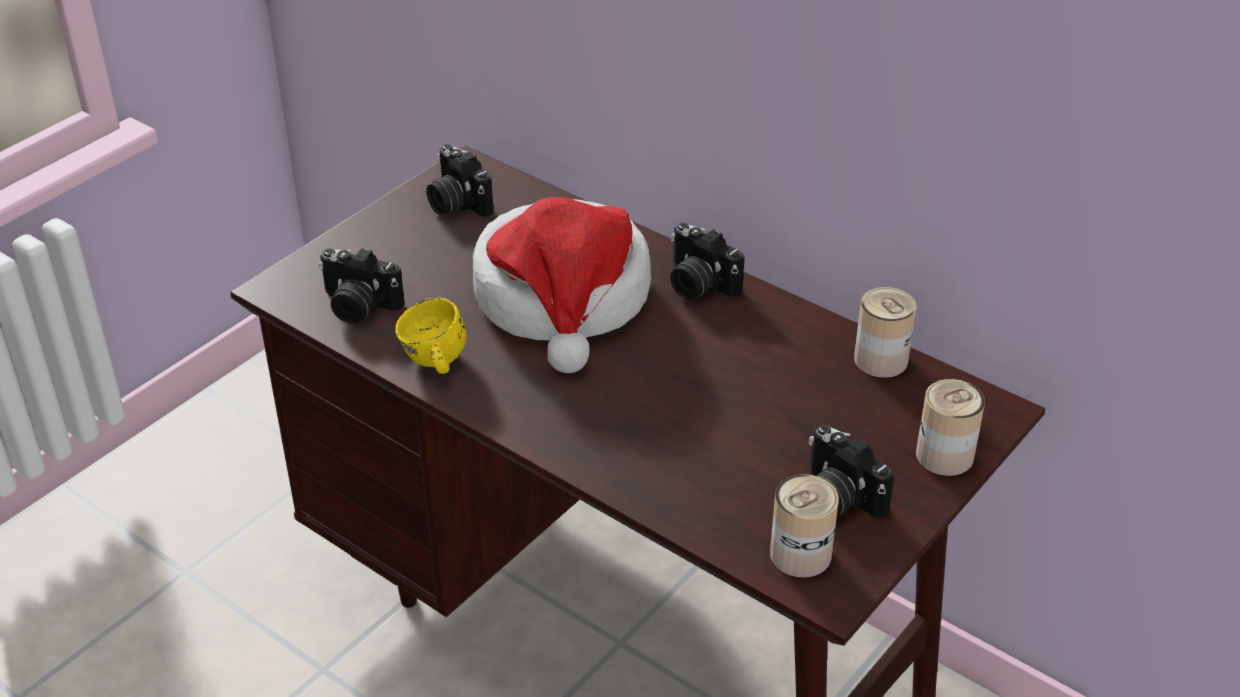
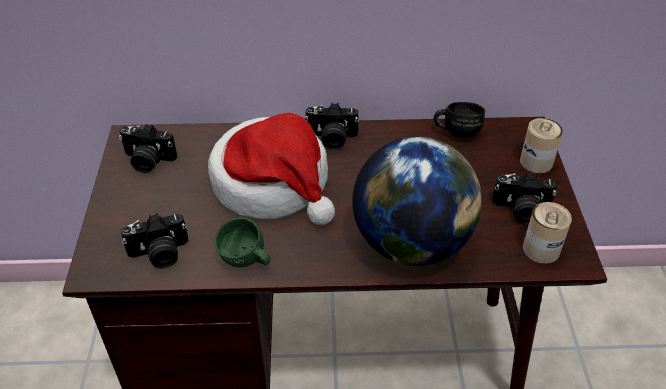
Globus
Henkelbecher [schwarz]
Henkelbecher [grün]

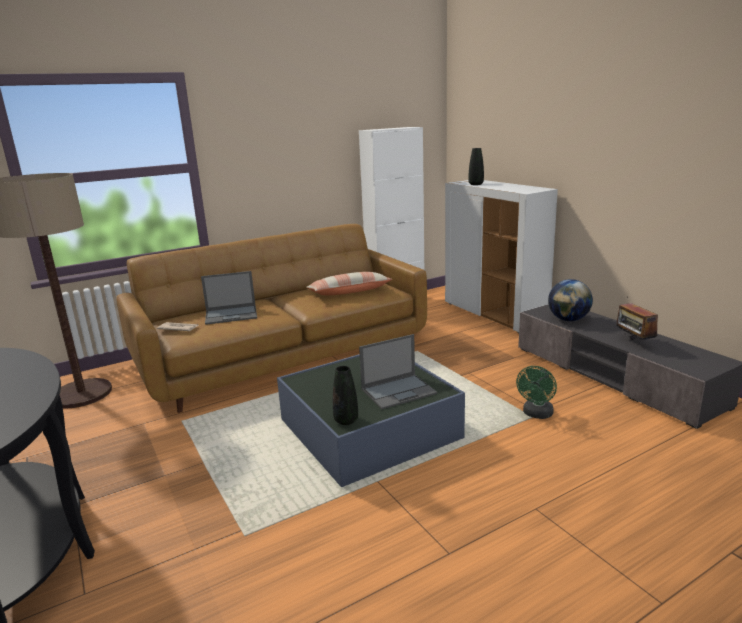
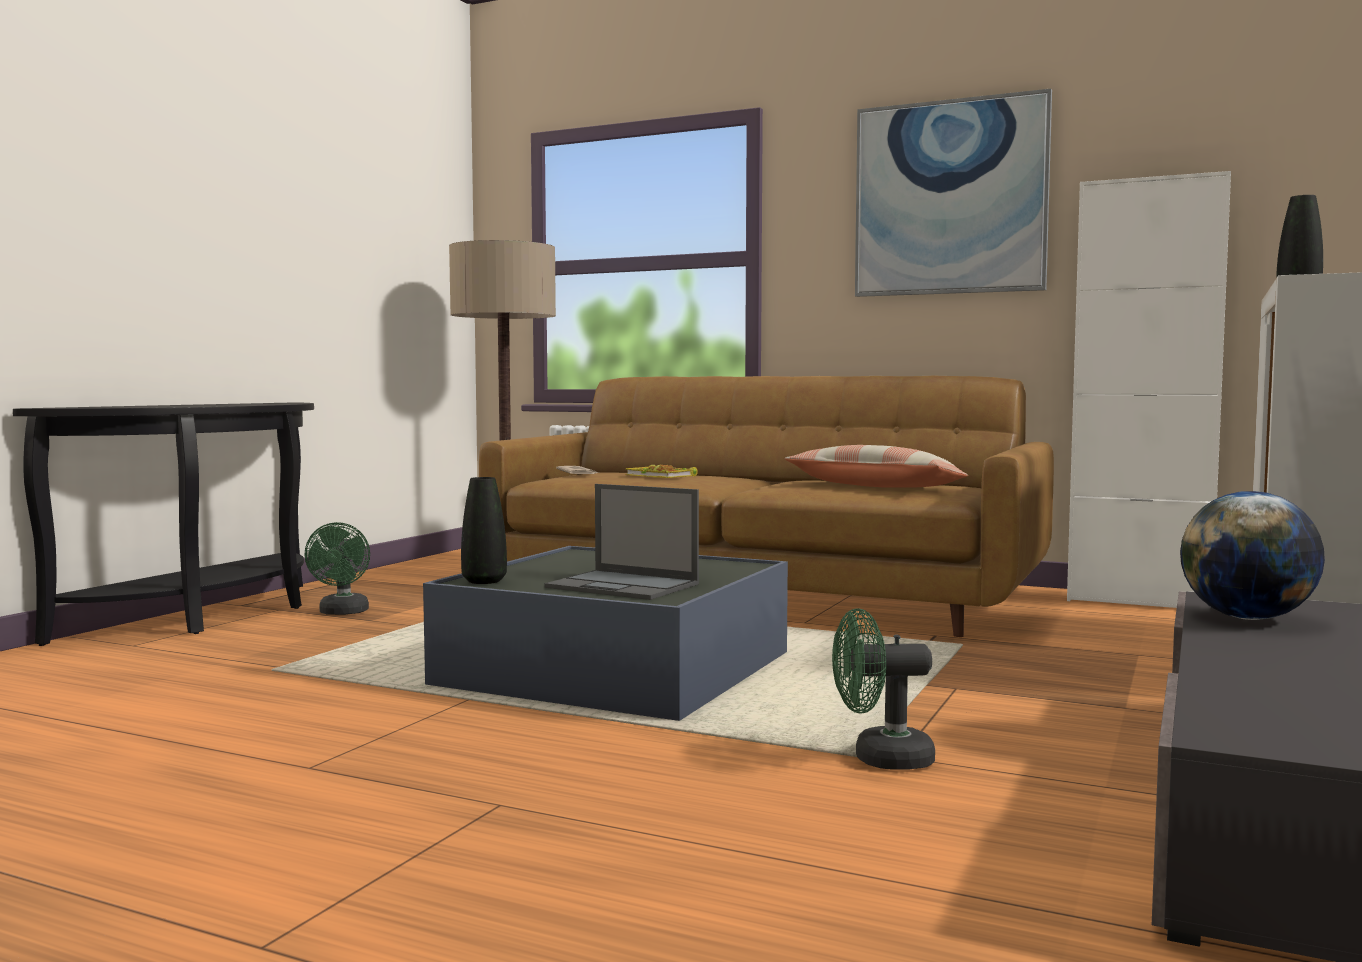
Radio
Ventilator [grün] (1st from left)
Bild
Buch

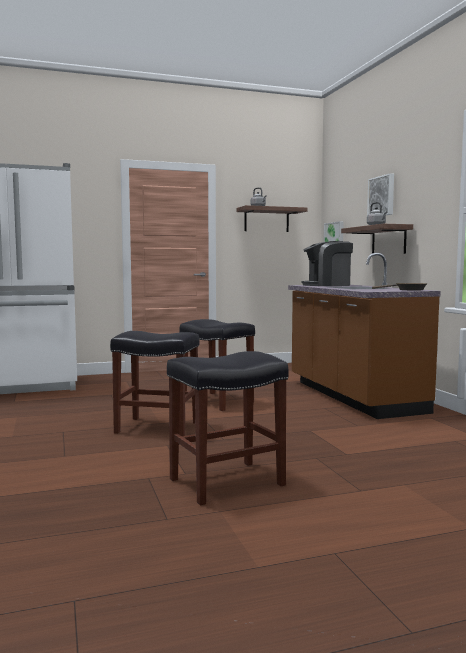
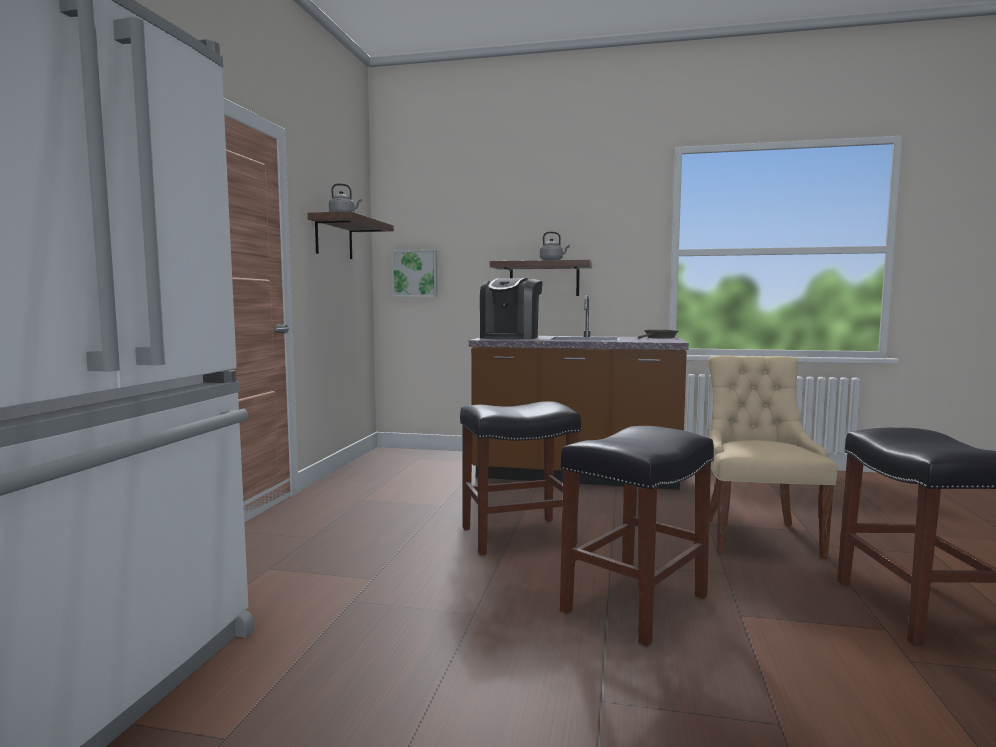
Bild (2nd from left in the first image)
Stuhl [beige]

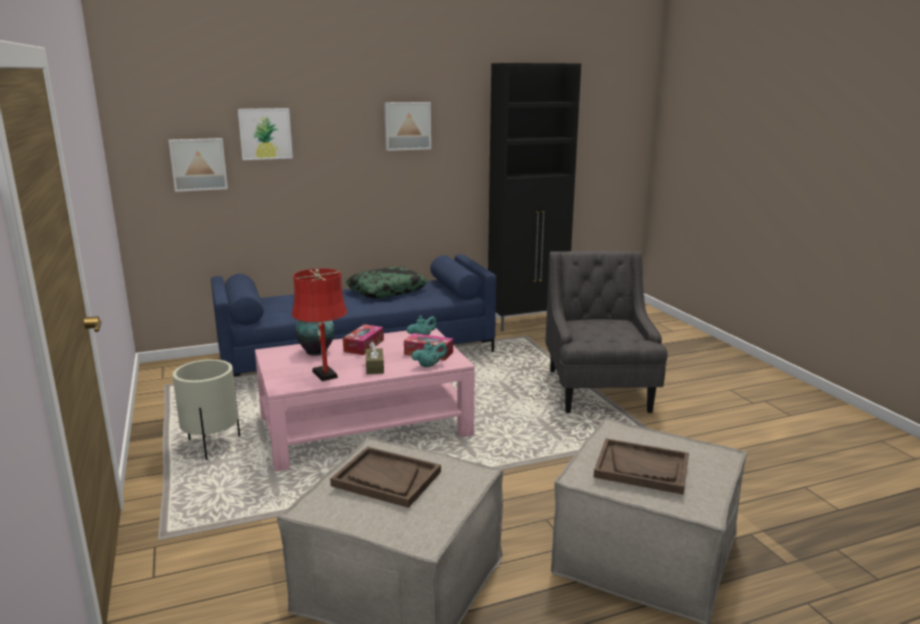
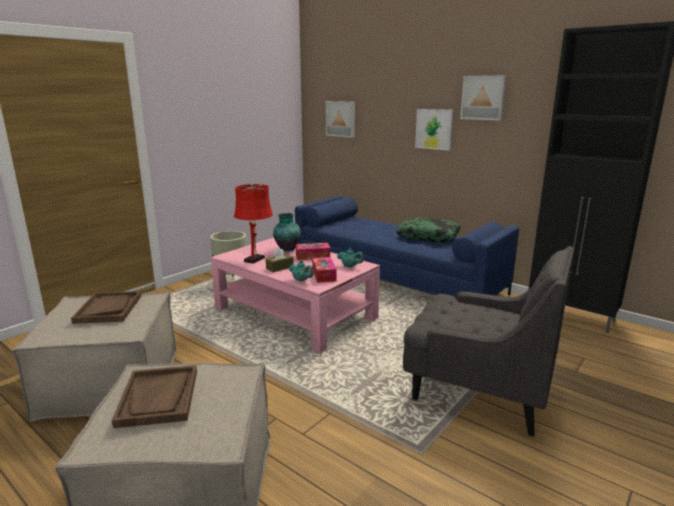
Bild (2nd from left)
Sessel [grau]

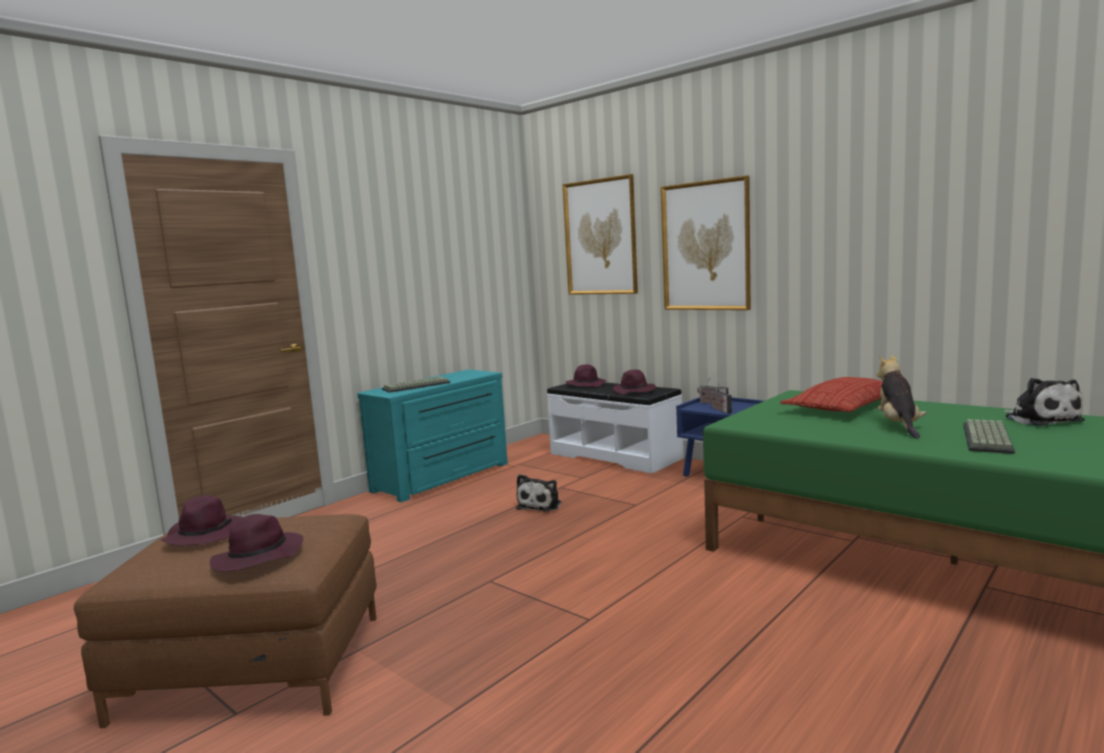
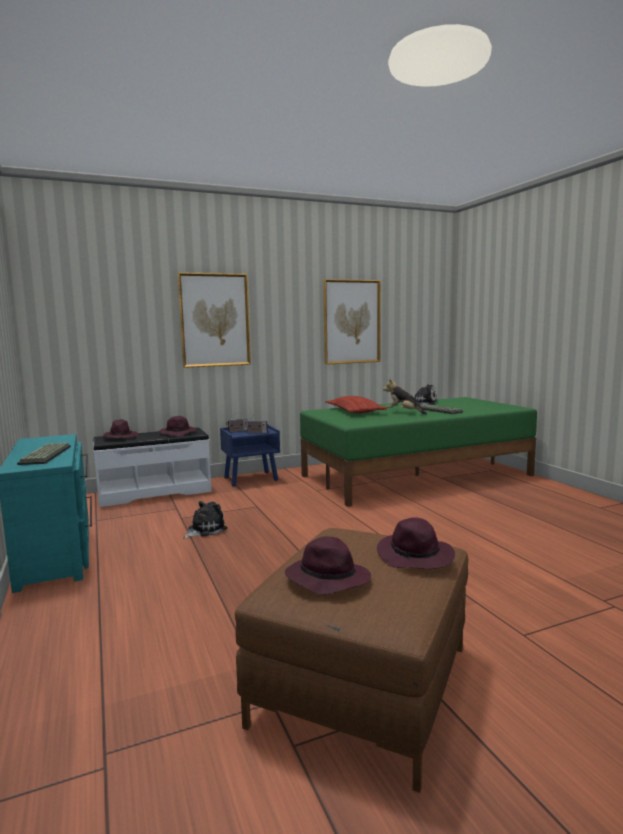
Bild (2nd from left)
Plüschtier (1st from left)

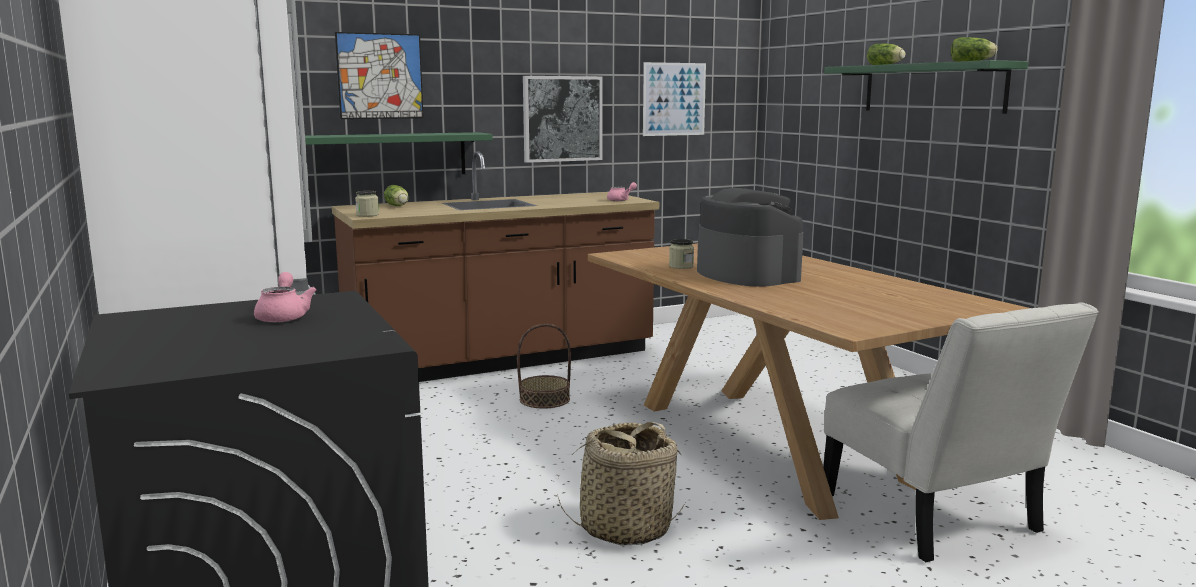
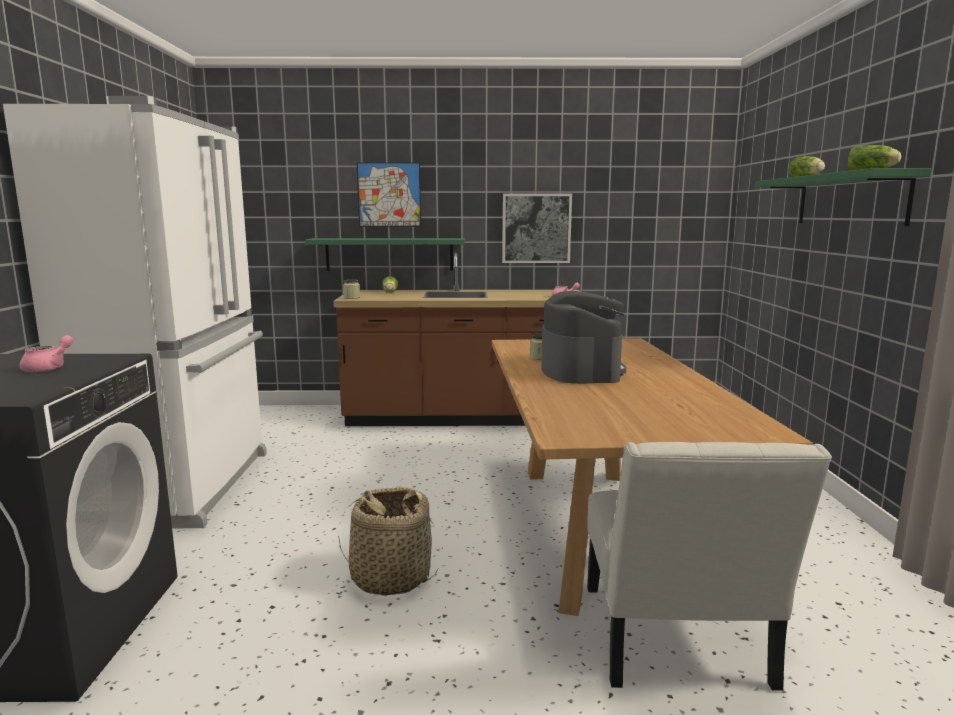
Korb (1st from left in the first image)
Bild (3rd from left in the first image)

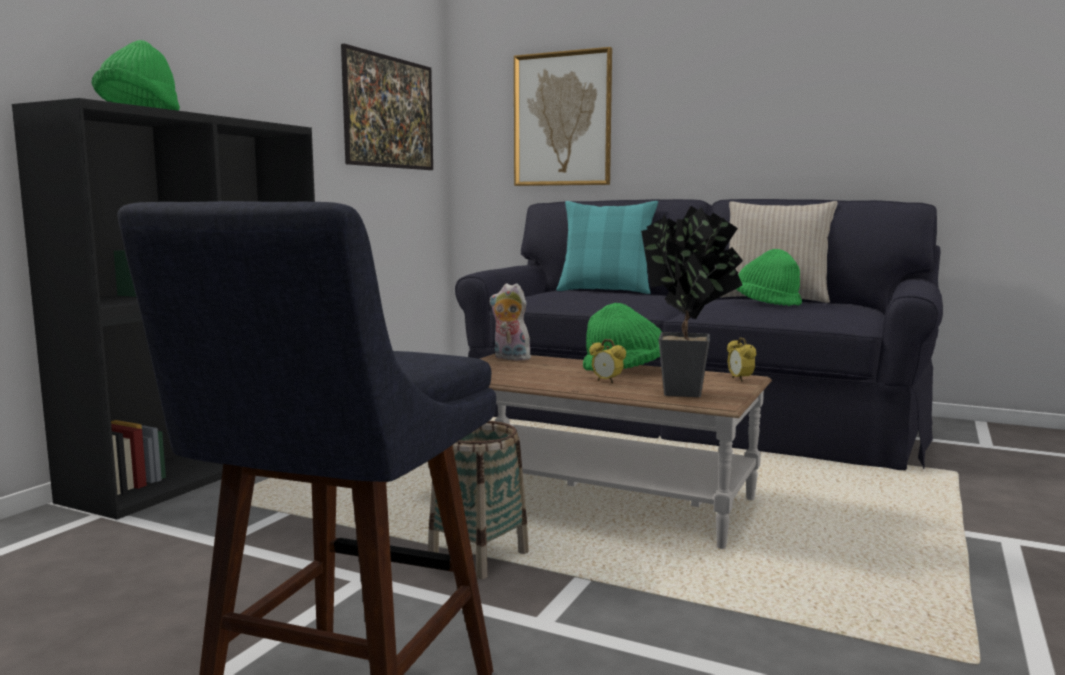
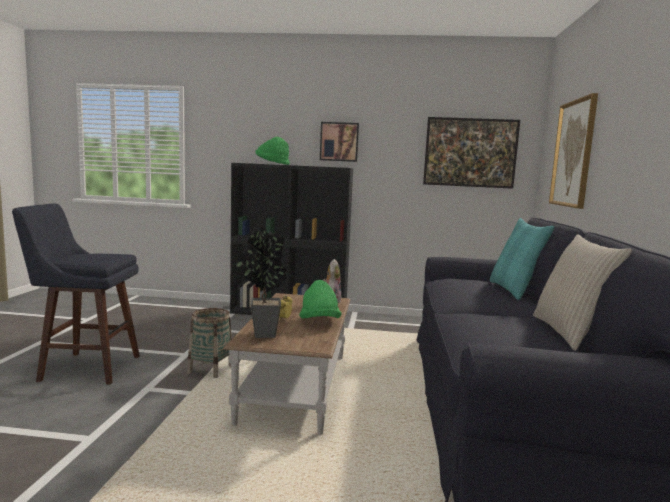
Wecker (2nd from left in the first image)
Hut [grün] (3rd from left in the first image)
Bild (1st from left)

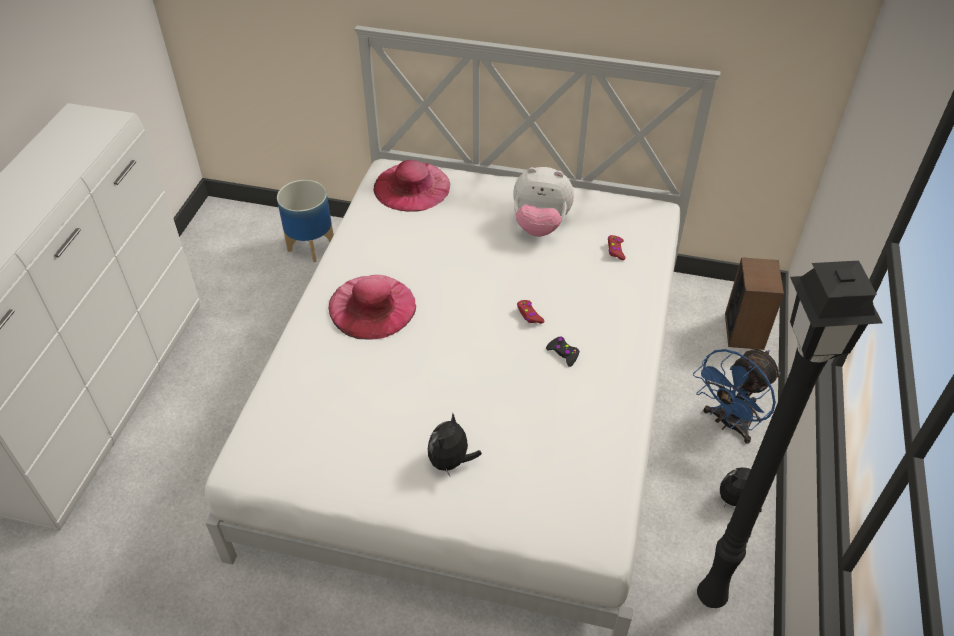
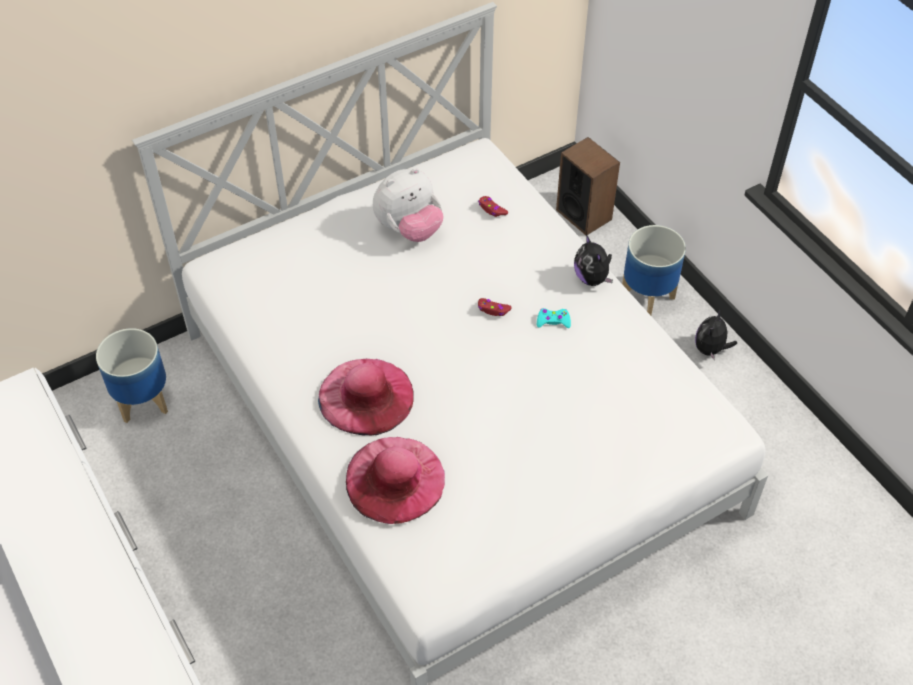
Stehlampe [schwarz]
Hut [rosa] (2nd from left)
Plüschtier (2nd from left)
Pflanzkübel (2nd from left)
Gamepad [türkis]

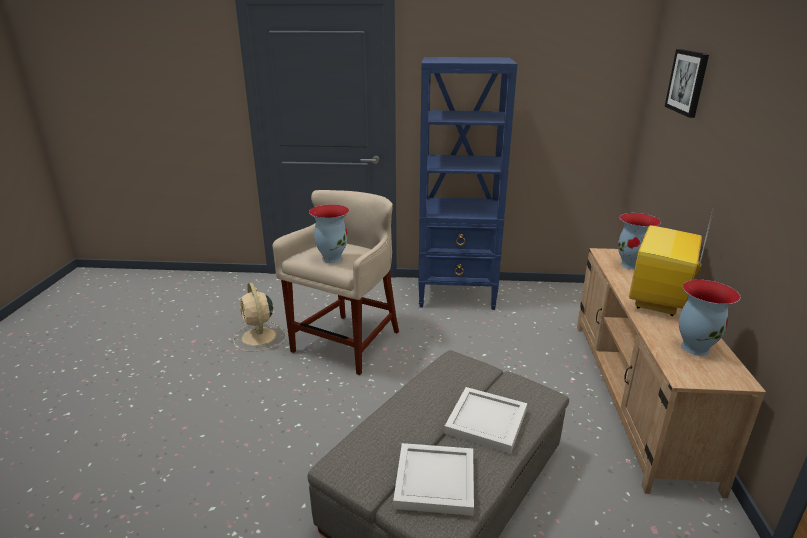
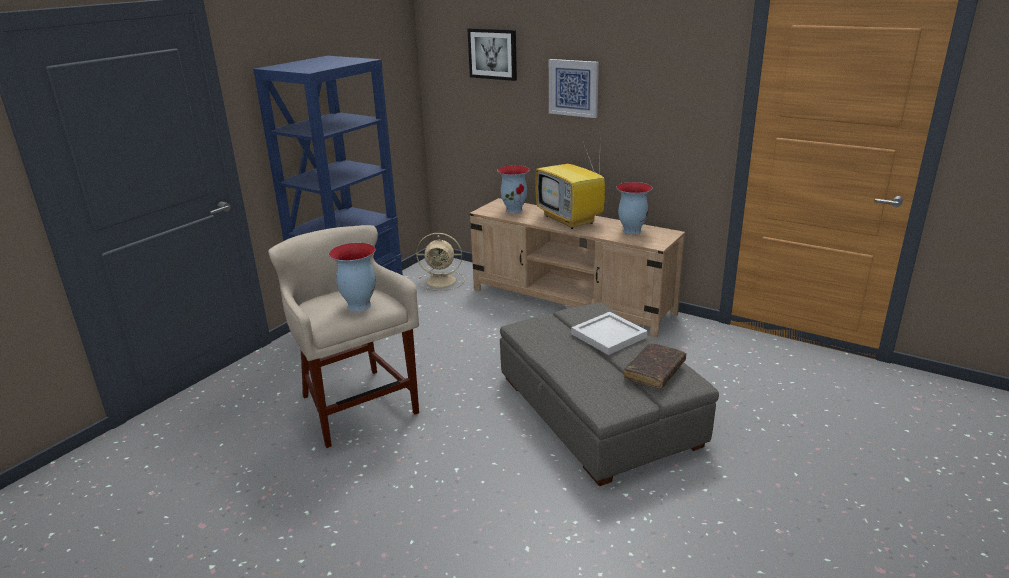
Bild (2nd from left)
Ventilator [beige]
Buch [braun]

